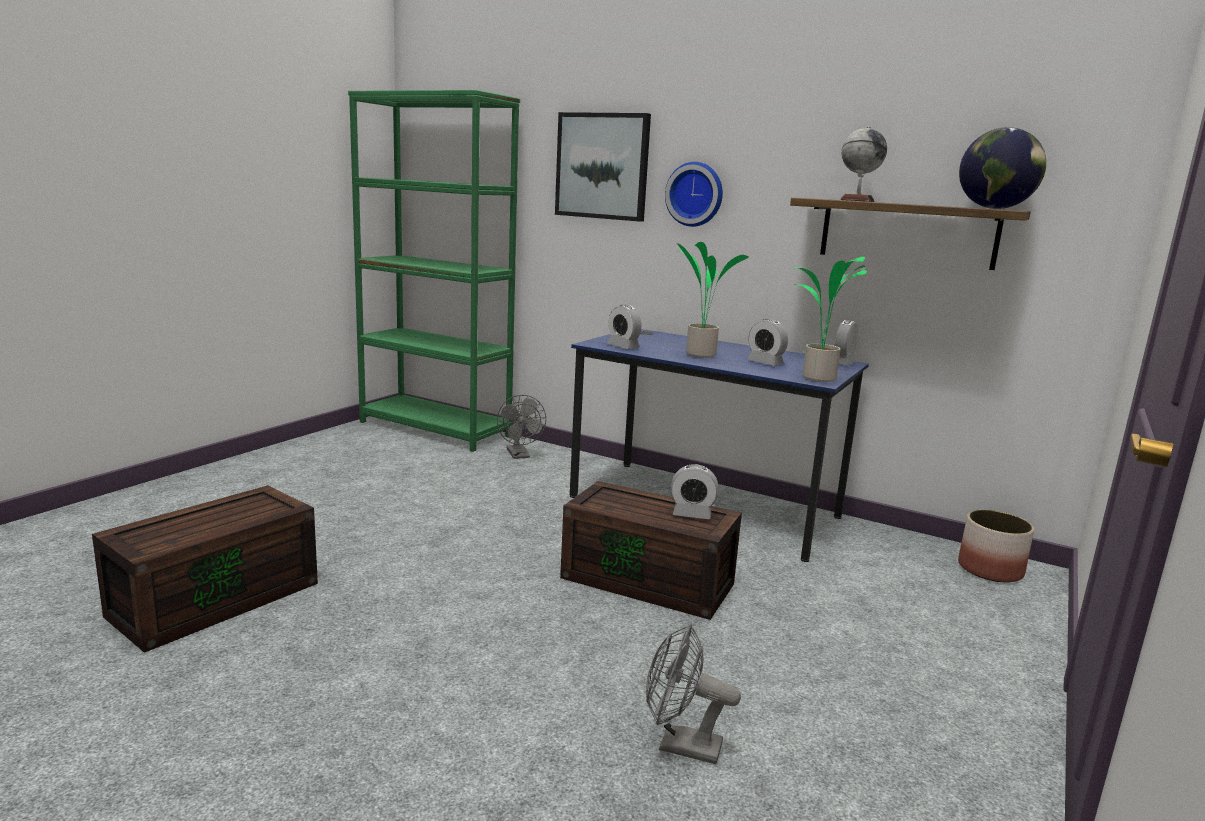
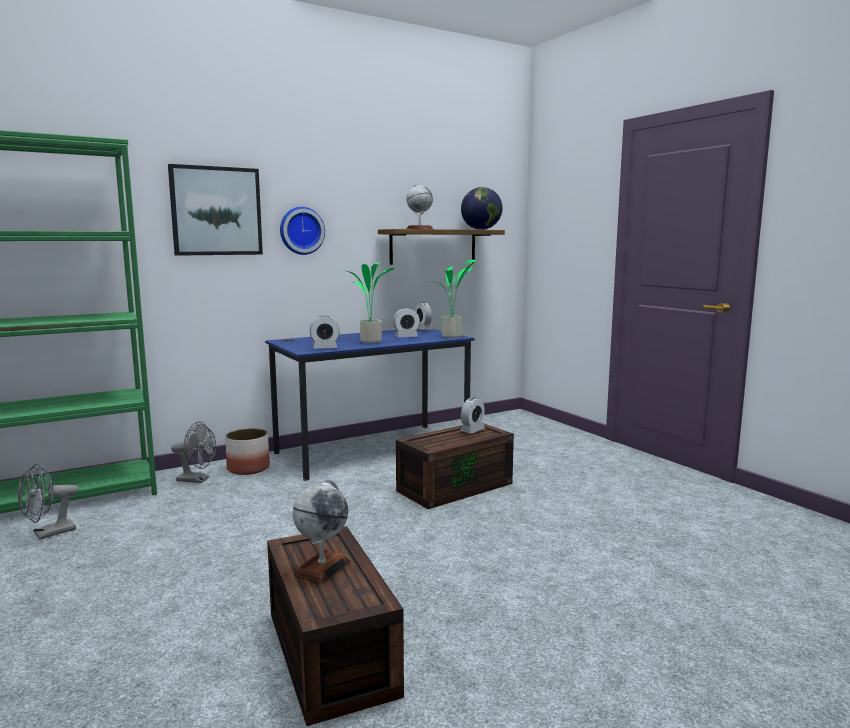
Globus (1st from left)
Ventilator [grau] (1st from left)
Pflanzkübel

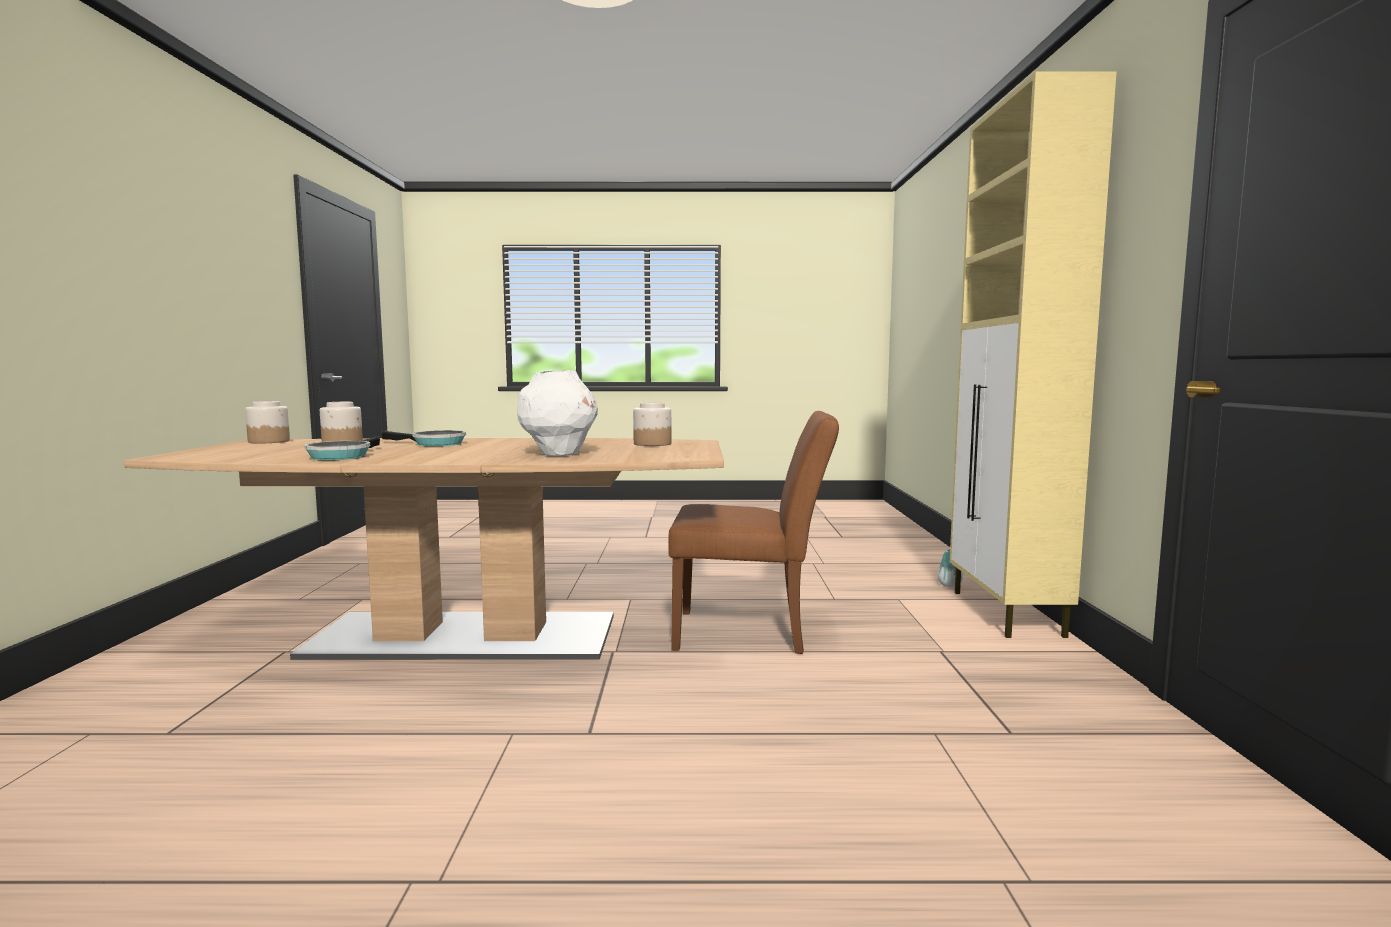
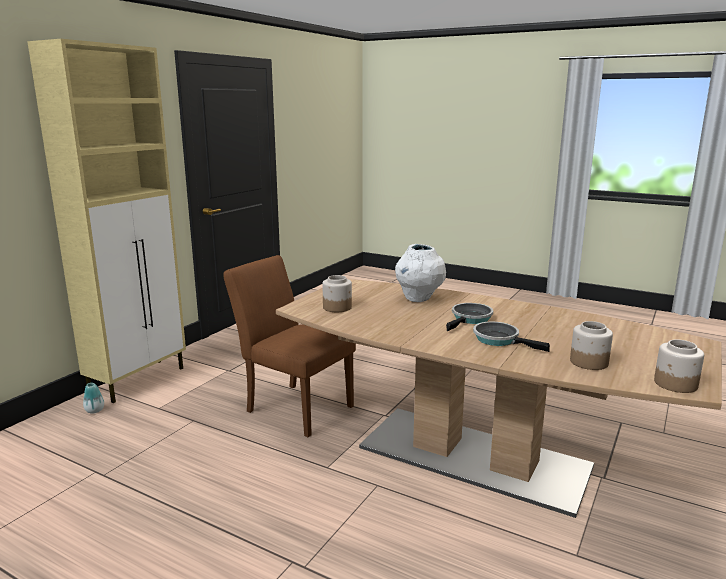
Pfanne (1st from left)

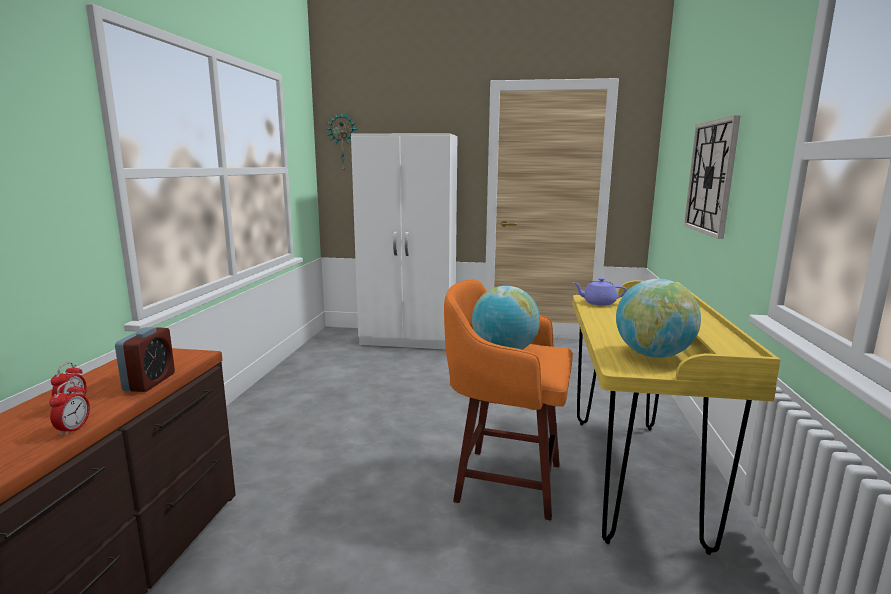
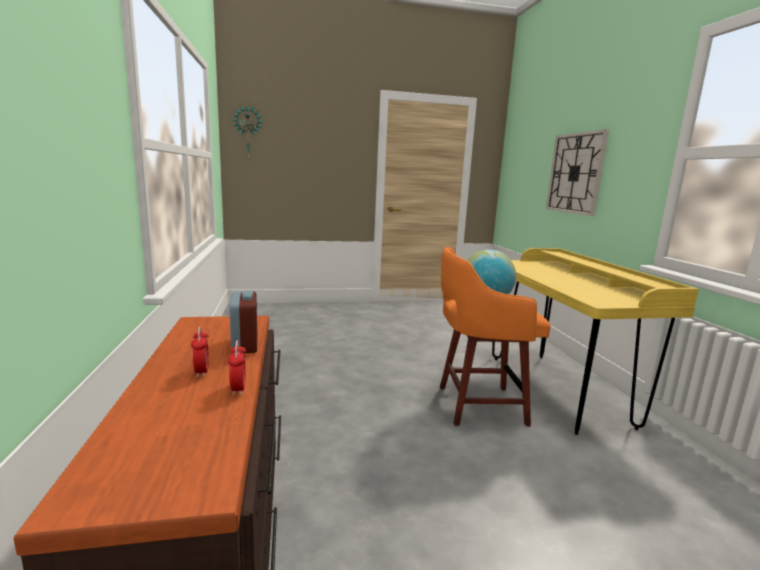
Kleiderschrank [weiß]
Teekanne [lila]
Globus (2nd from left in the first image)

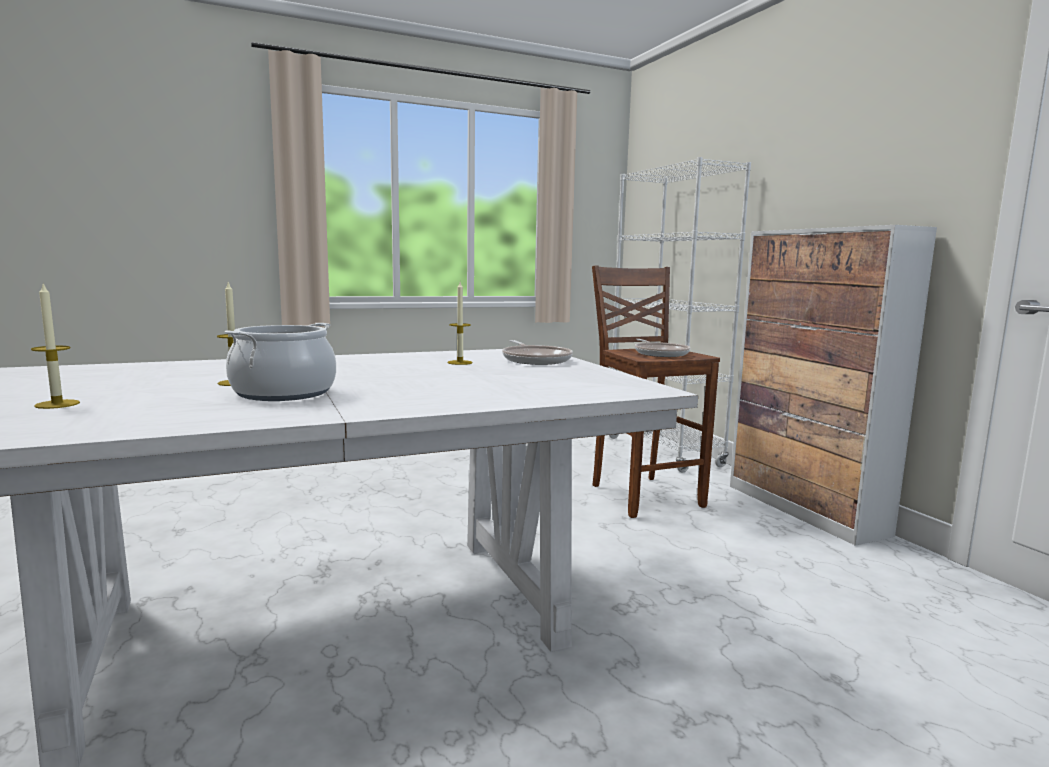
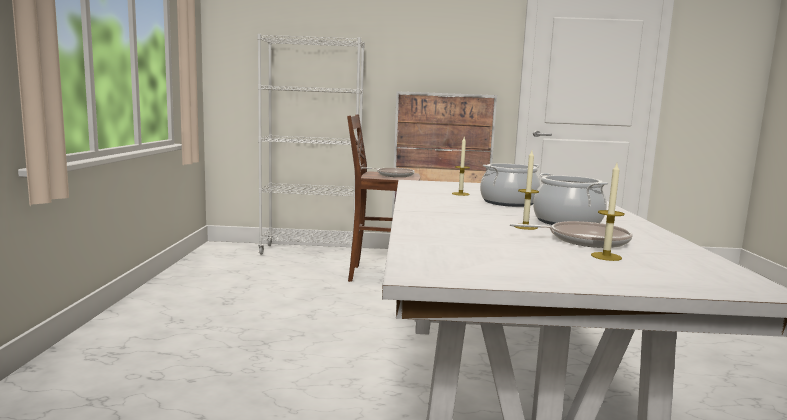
Kochtopf (1st from left)
Pfanne (2nd from left)

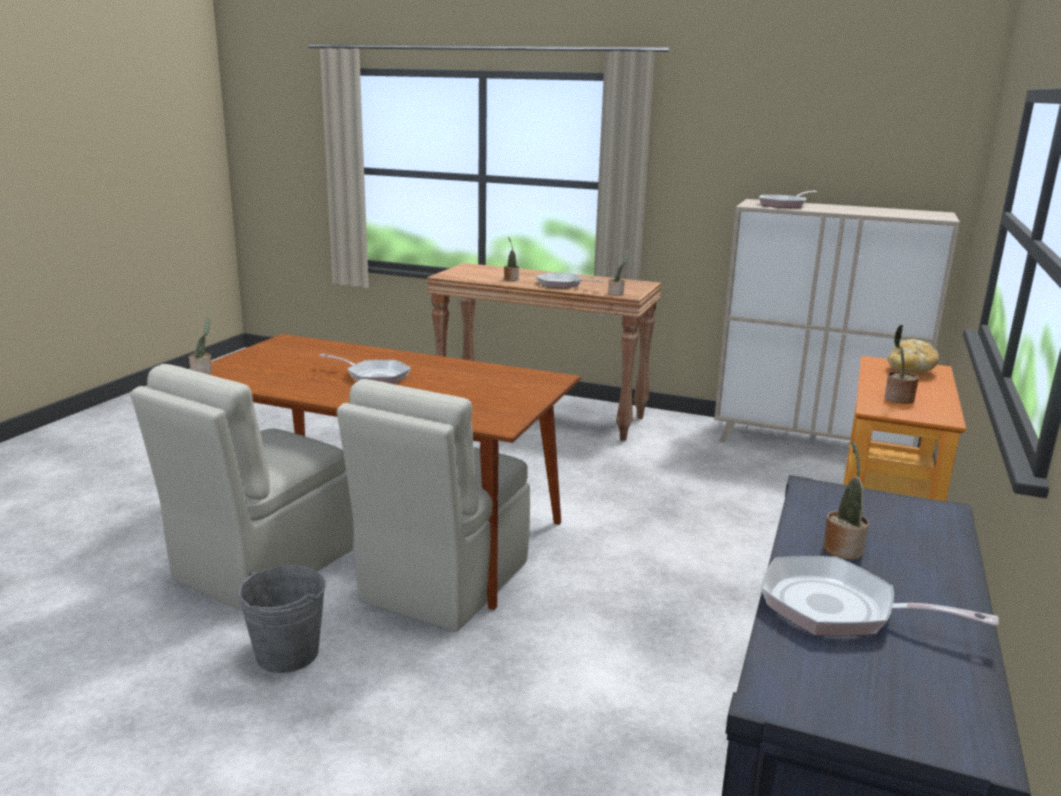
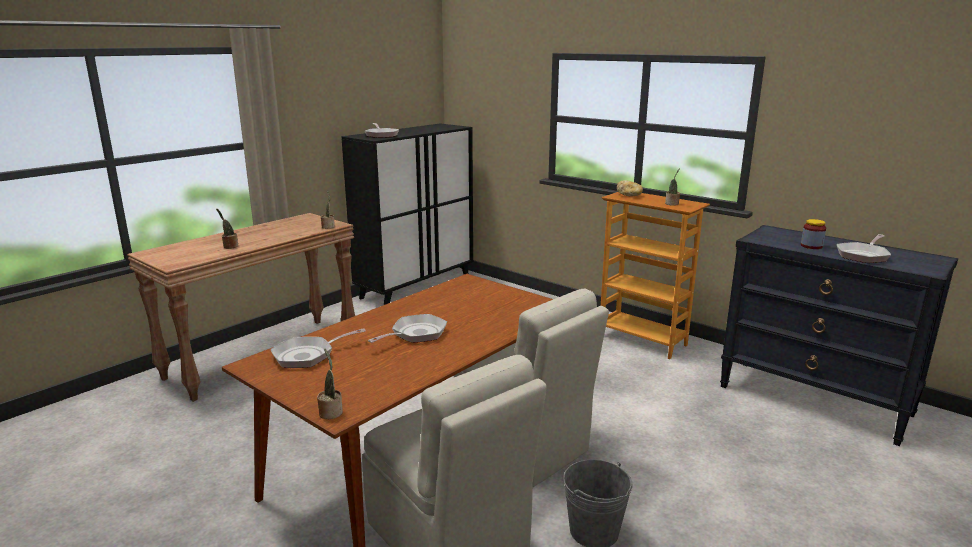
Pfanne (1st from left)
Vorratsglas
Schrank [schwarz]

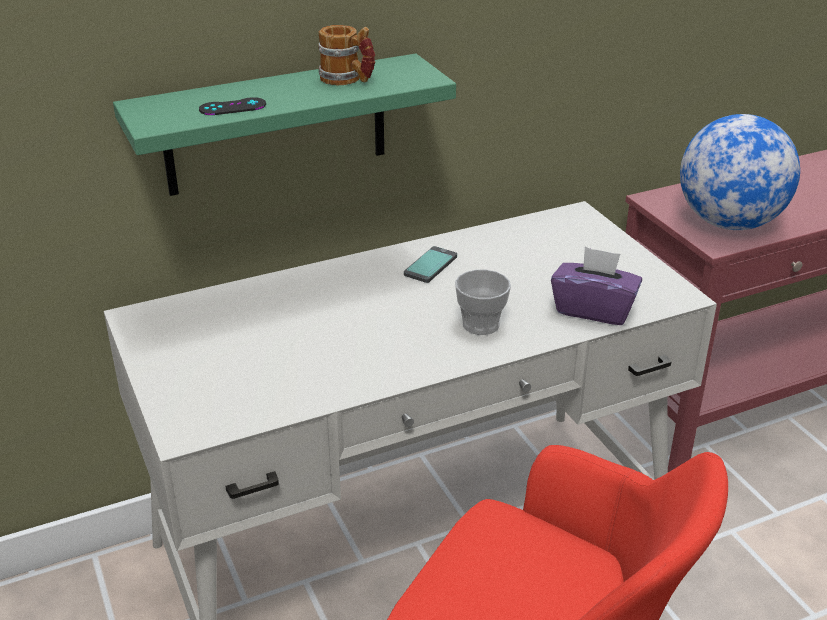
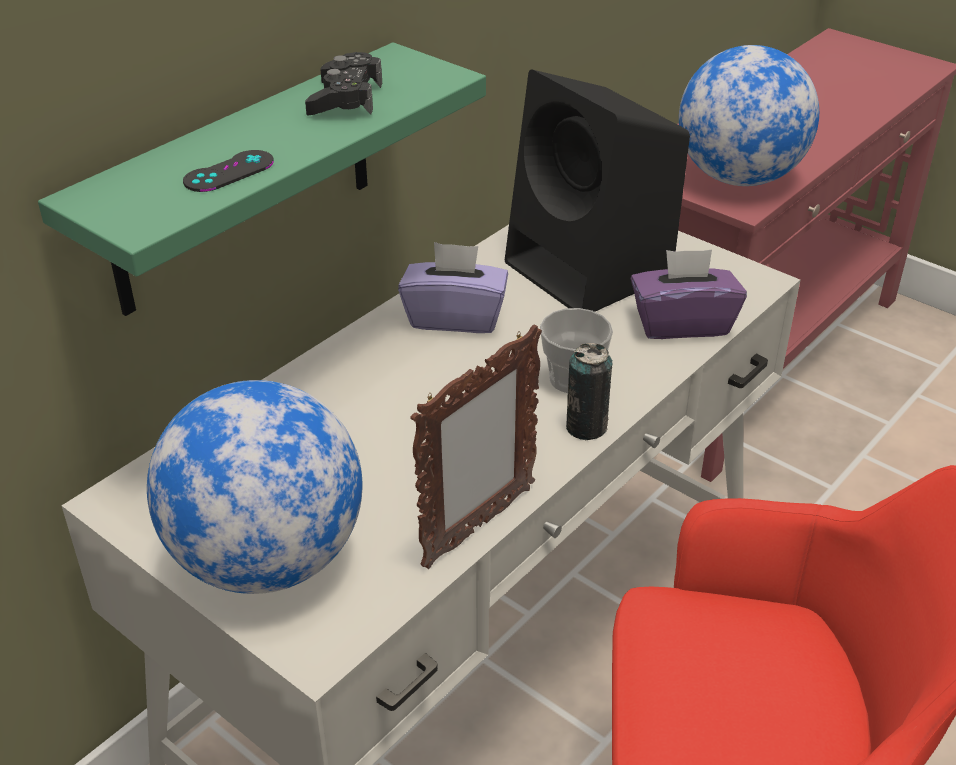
Globus (1st from left)
Bilderrahmen
Lautsprecher [schwarz]
Dose
Gamepad [schwarz] (2nd from left)
Taschentuchbox [lila] (1st from left)

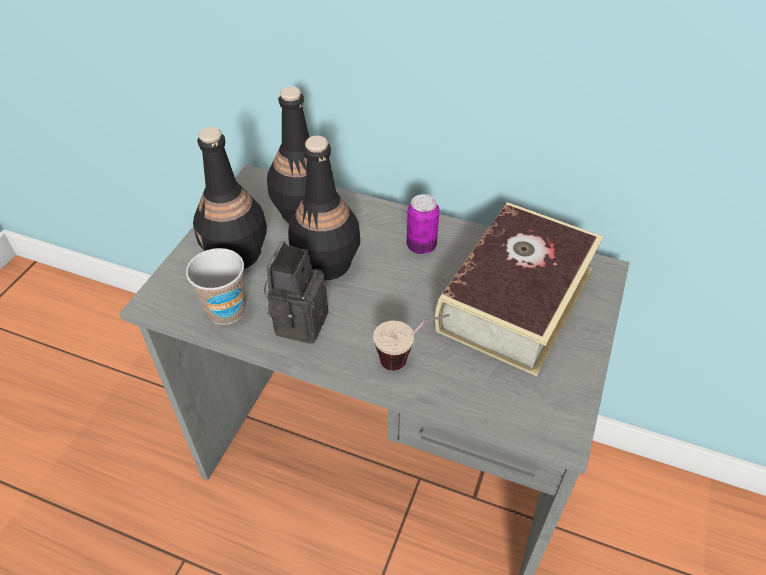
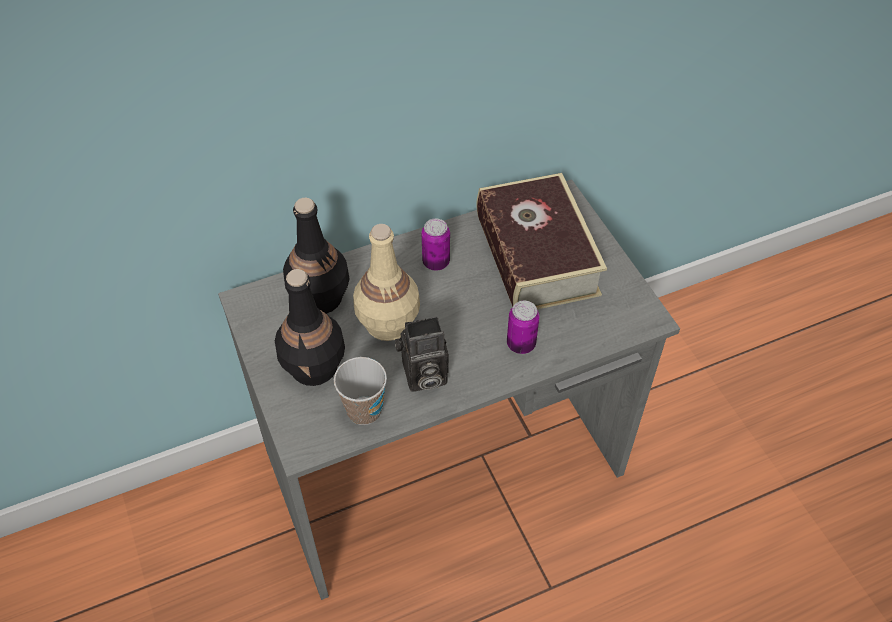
Dose (2nd from left)
Flasche [beige]
Kamera

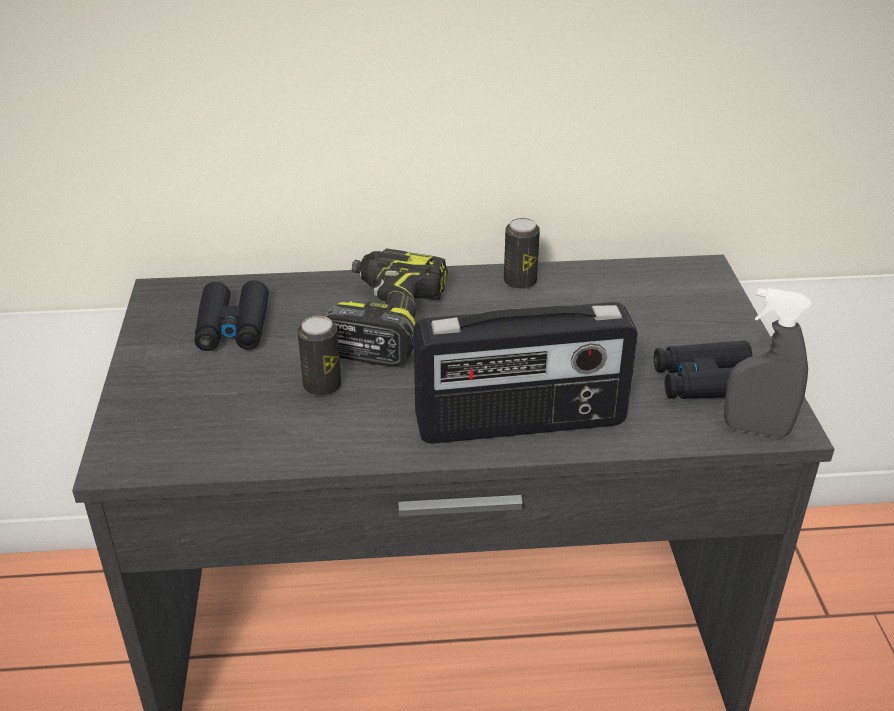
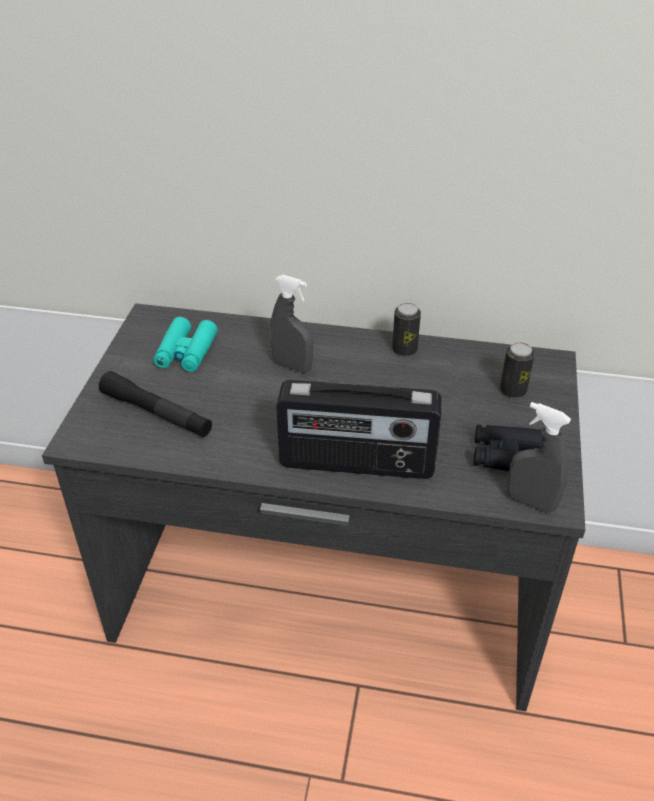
Taschenlampe [schwarz]
Dose (2nd from left)
Sprühflasche [grau] (1st from left)
Fernglas [türkis]

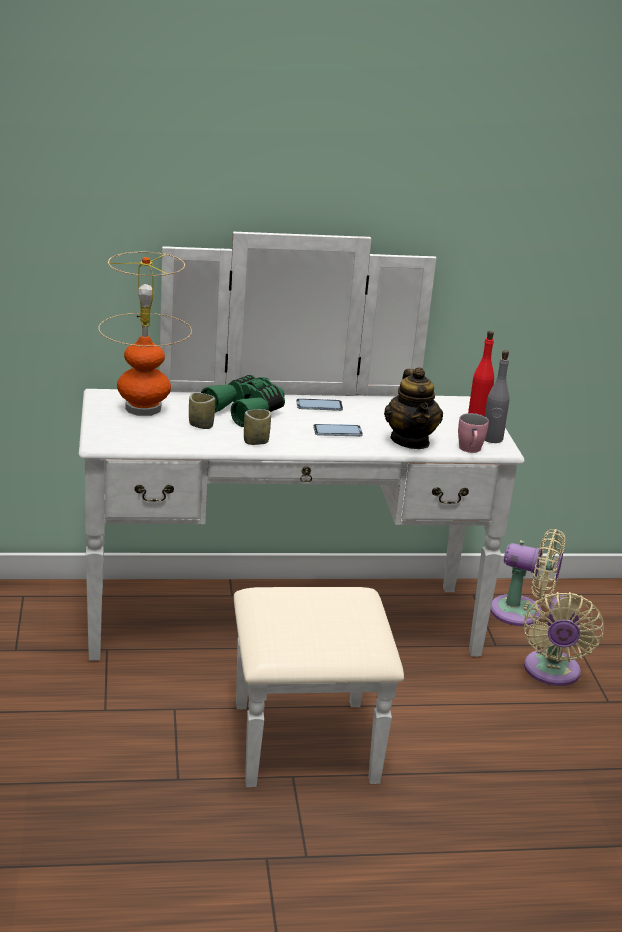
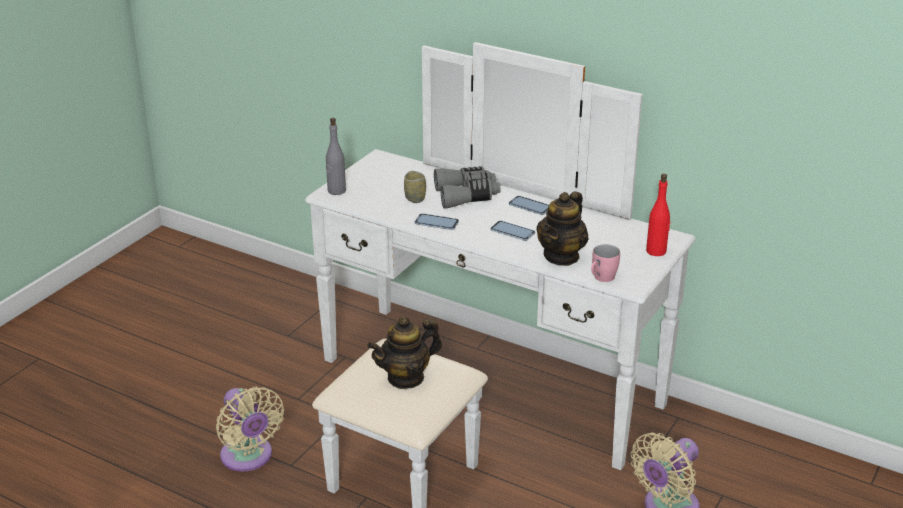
Tischlampe
Teekanne (1st from left)
Flasche [grau]
Ventilator [beige] (1st from left)
Handy (1st from left)
Fernglas [grau]

